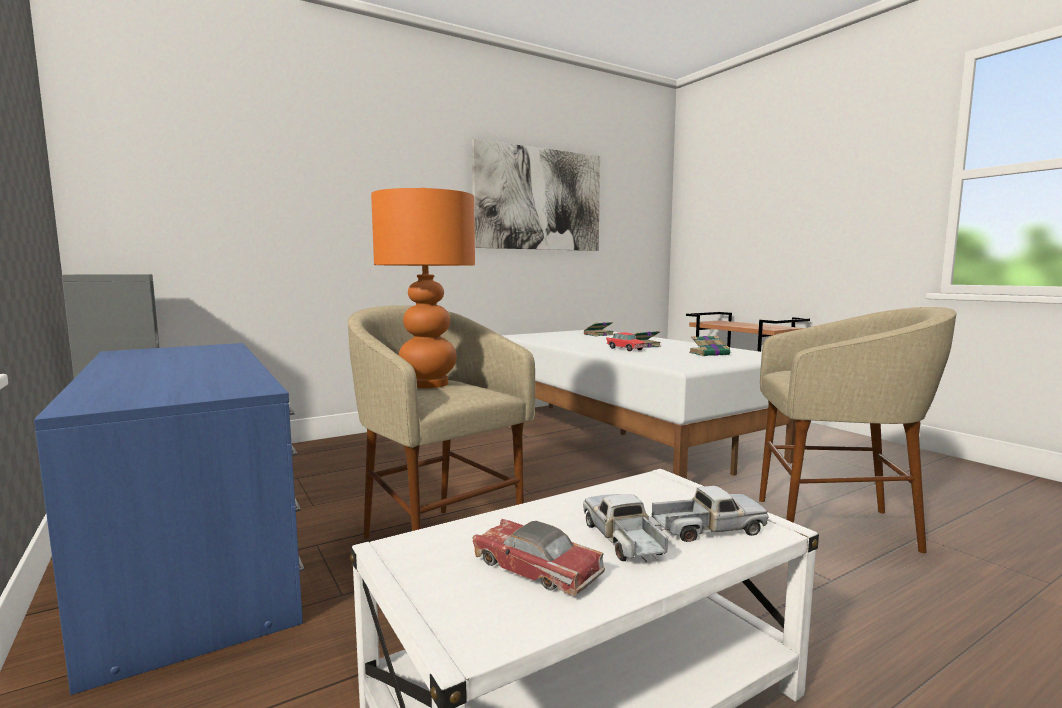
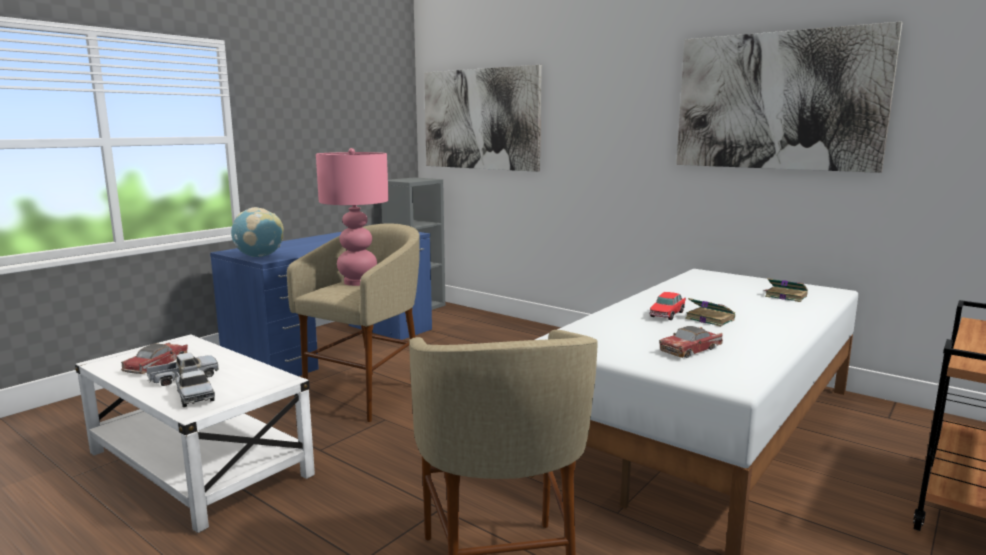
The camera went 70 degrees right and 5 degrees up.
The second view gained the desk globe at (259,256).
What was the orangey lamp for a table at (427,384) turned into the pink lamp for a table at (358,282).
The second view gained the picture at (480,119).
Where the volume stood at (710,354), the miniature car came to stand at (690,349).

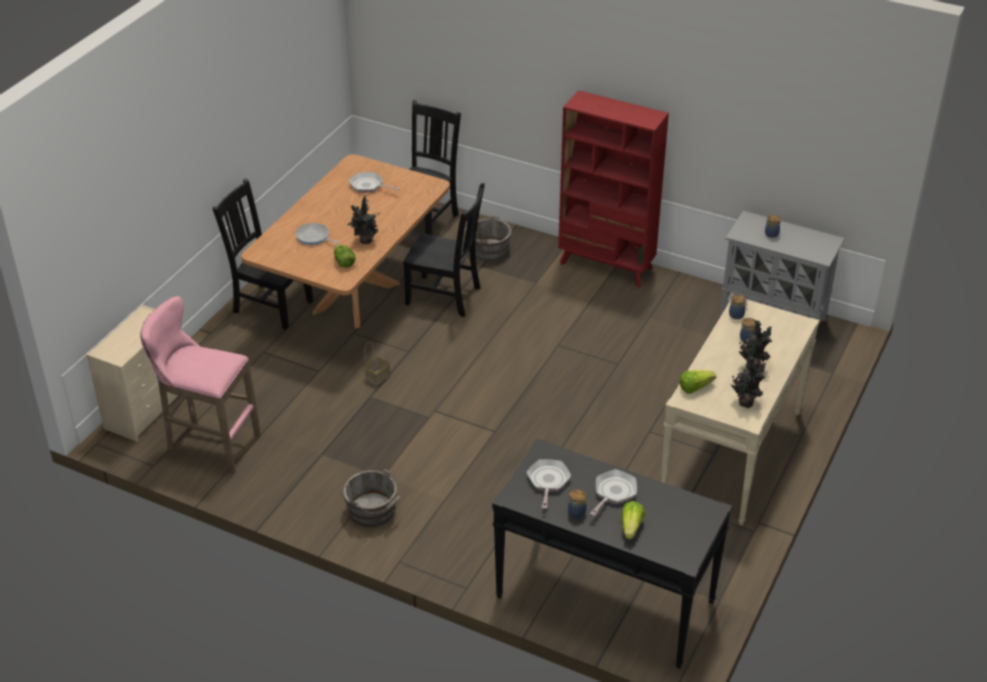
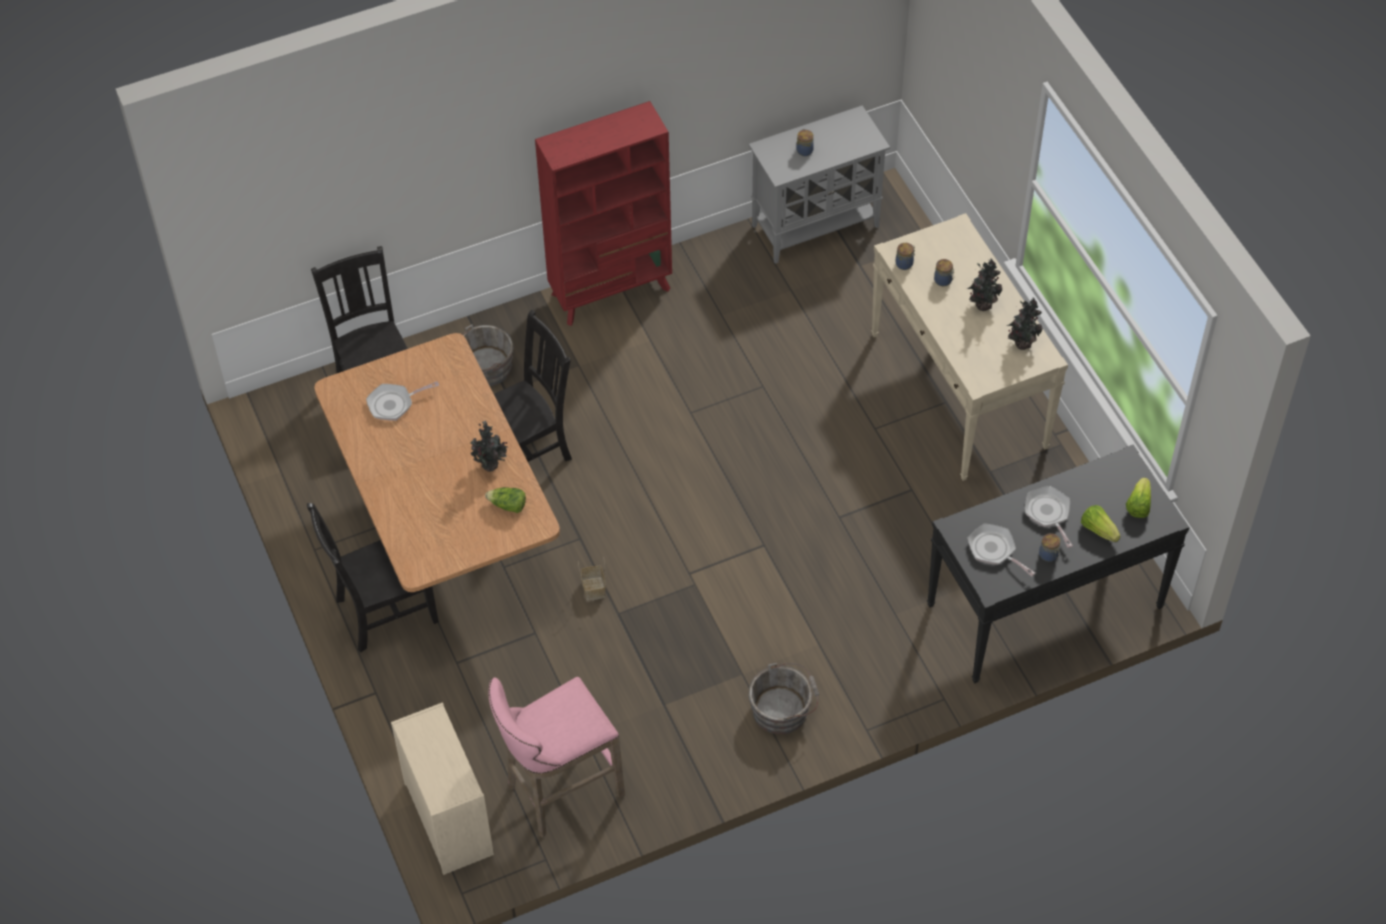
The camera went 50 degrees left and 15 degrees up.
The lettuce ended up elsewhere, having gone from (695,387) to (1138,505).
The second view lost the skillet at (314,237).

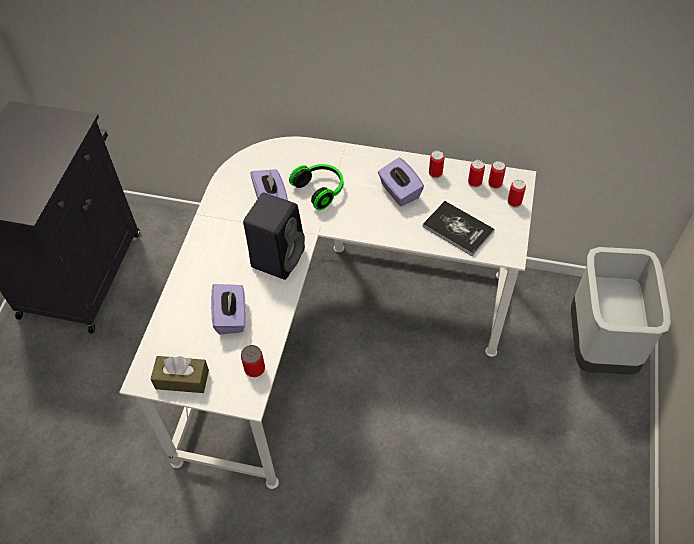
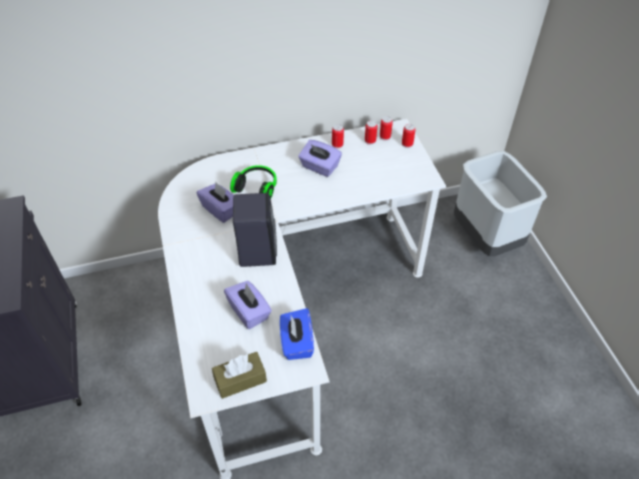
The camera went 30 degrees left and 5 degrees down.
Where the metal can stood at (254,369), the blue tissue box came to stand at (296,343).
The second view lost the volume at (458,229).

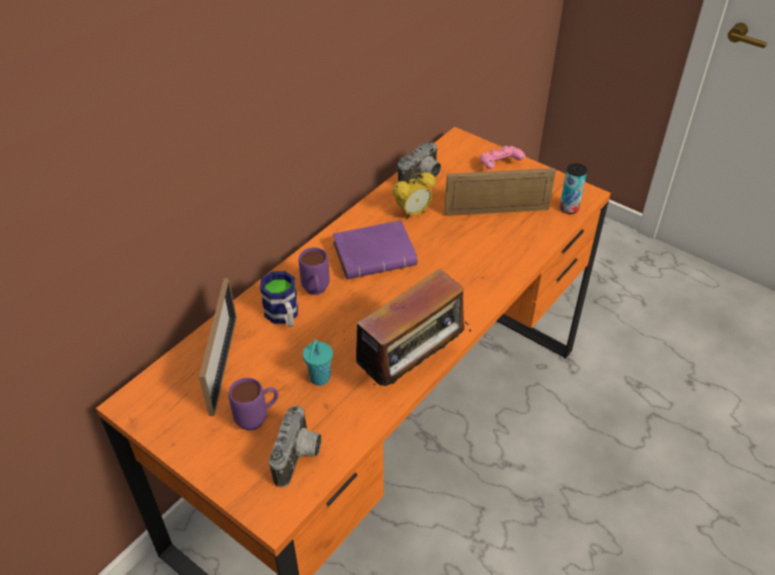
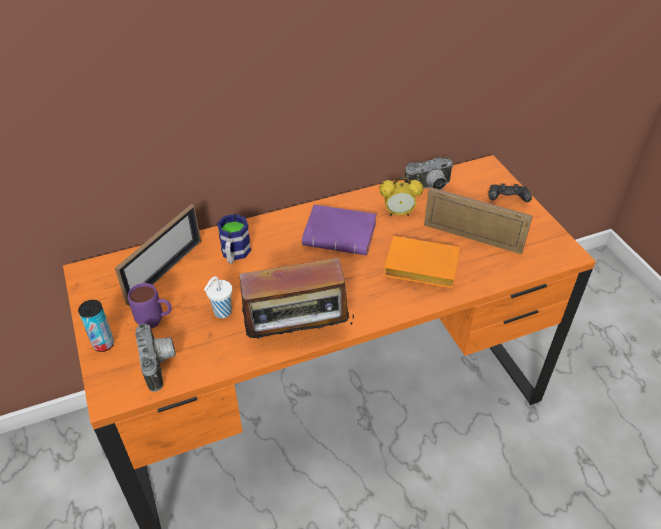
The camera went 30 degrees right and 0 degrees up.
The metal can ended up elsewhere, having gone from (569,208) to (103,344).
The still camera at (299,457) ended up facing another way, 60 degrees counterclockwise from before.
What was the turquoise drinking cup at (319,379) turned into the whitish drinking cup at (221,312).
The second view gained the orangey volume at (419,268).
What was the pink joypad at (499,165) turned into the black joypad at (506,200).
The second view lost the purplish tea mug at (316,292).

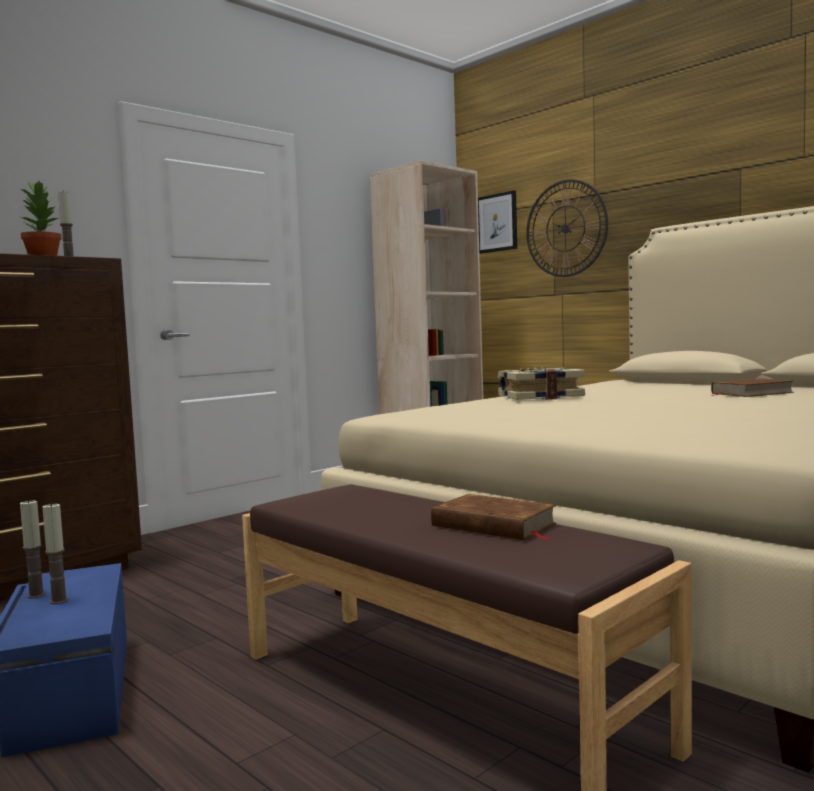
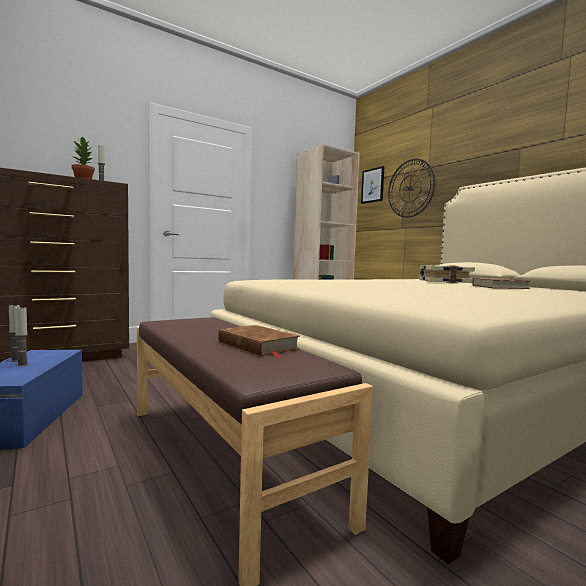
The camera went 10 degrees right and 0 degrees up.
The volume ended up elsewhere, having gone from (539,397) to (444,282).

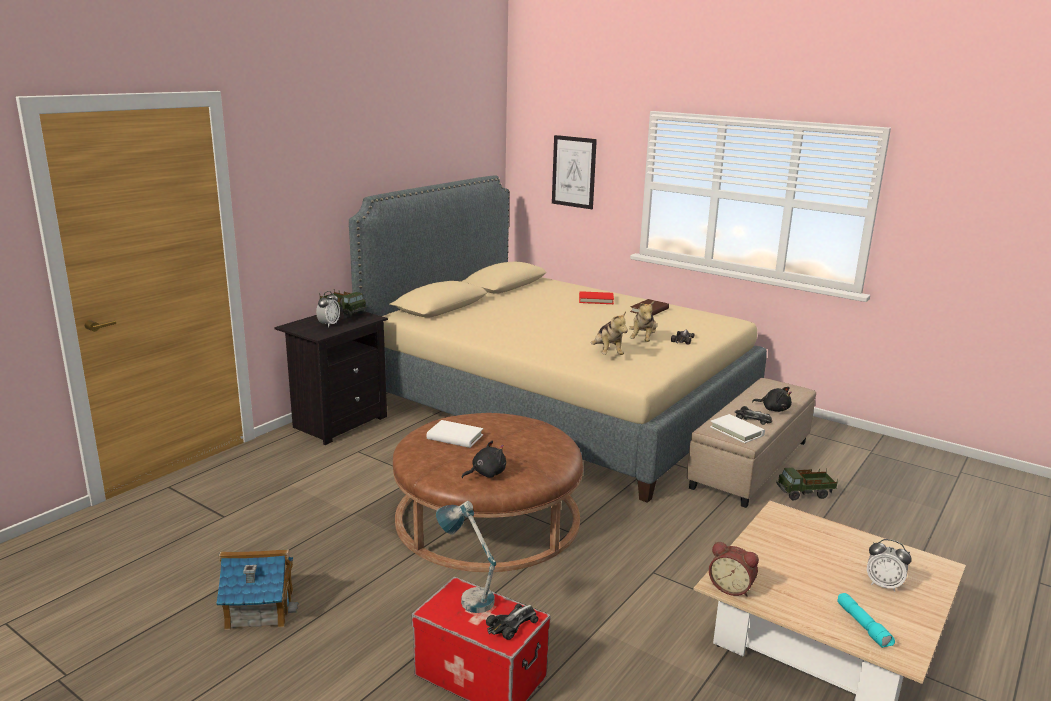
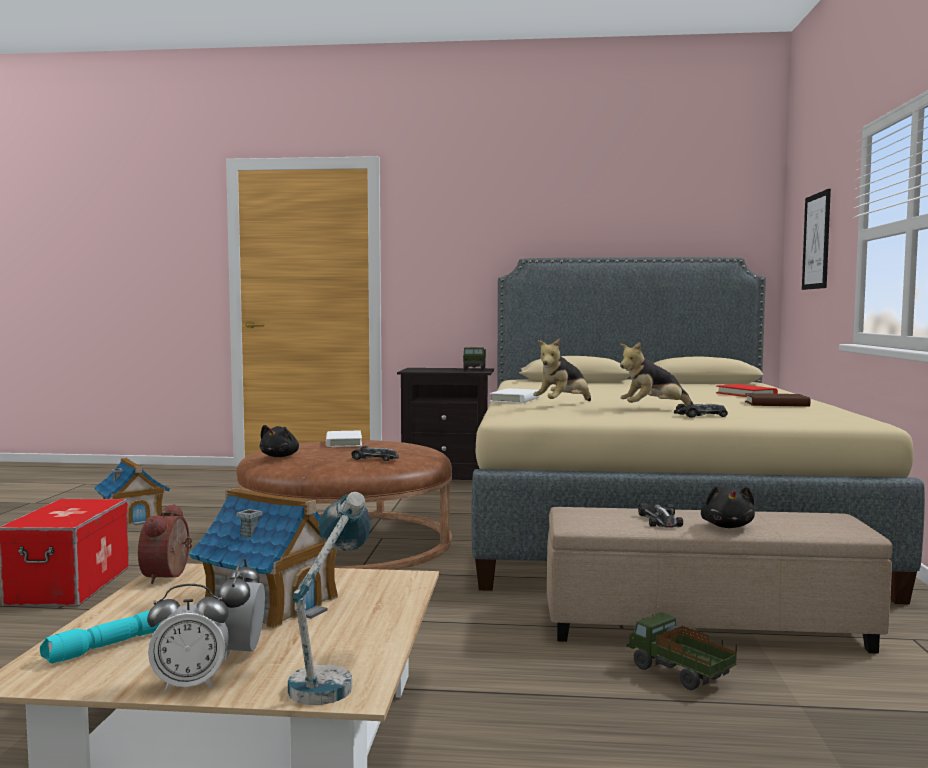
The camera went 60 degrees right and 15 degrees down.
The table clock ended up elsewhere, having gone from (329,324) to (190,684).
The second view gained the model house at (271,603).
The black soft toy at (486,474) ended up facing another way, 75 degrees clockwise from before.
The lamp for a table ended up elsewhere, having gone from (467,595) to (330,677).
The miniature car ended up elsewhere, having gone from (512,624) to (374,458).
The whitish volume ended up elsewhere, having gone from (736,431) to (515,399).

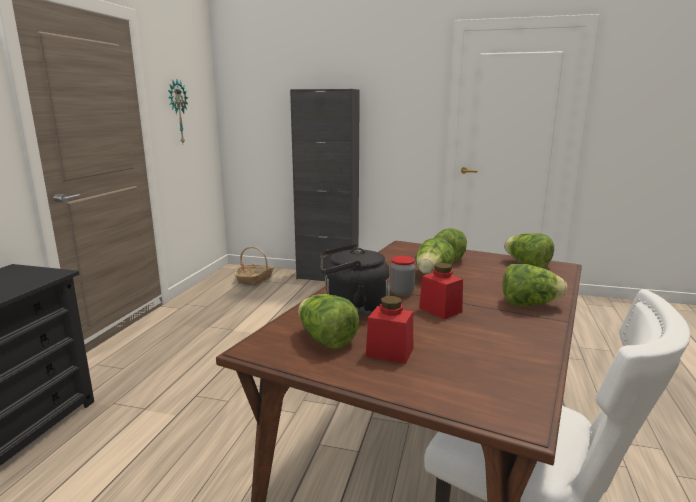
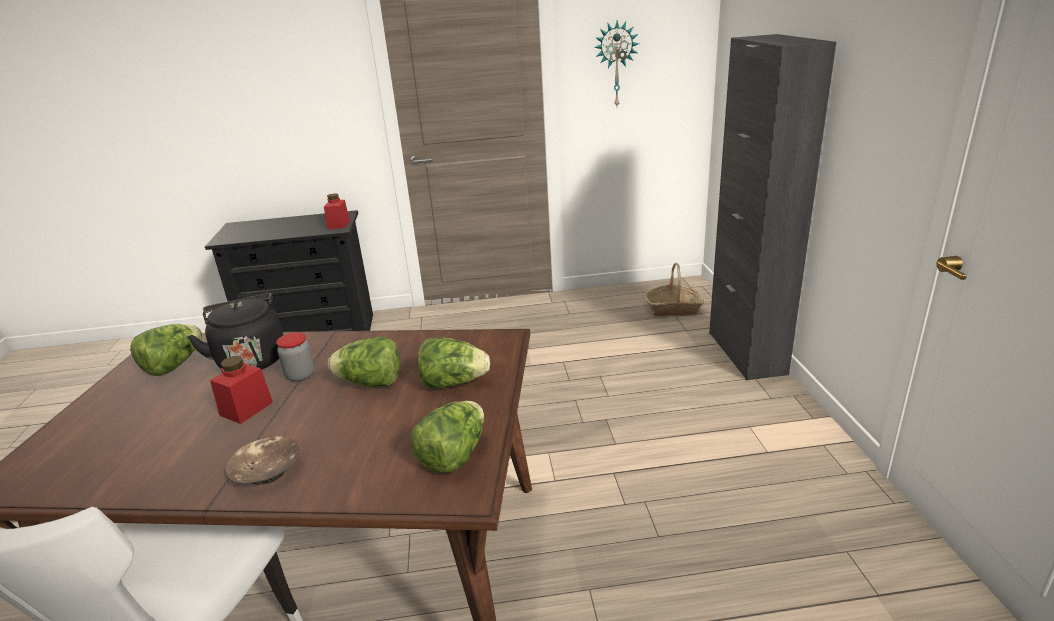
The camera went 70 degrees right and 10 degrees up.
Where the lettuce stood at (529,304), the brown-coloured serving bowl came to stand at (268,471).
The red-coloured preserve jar ended up elsewhere, having gone from (389,352) to (338,224).

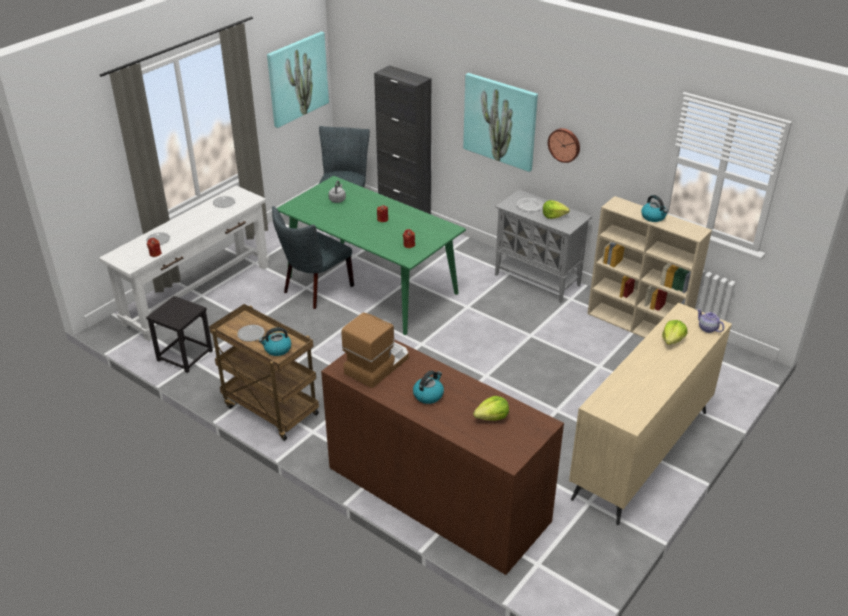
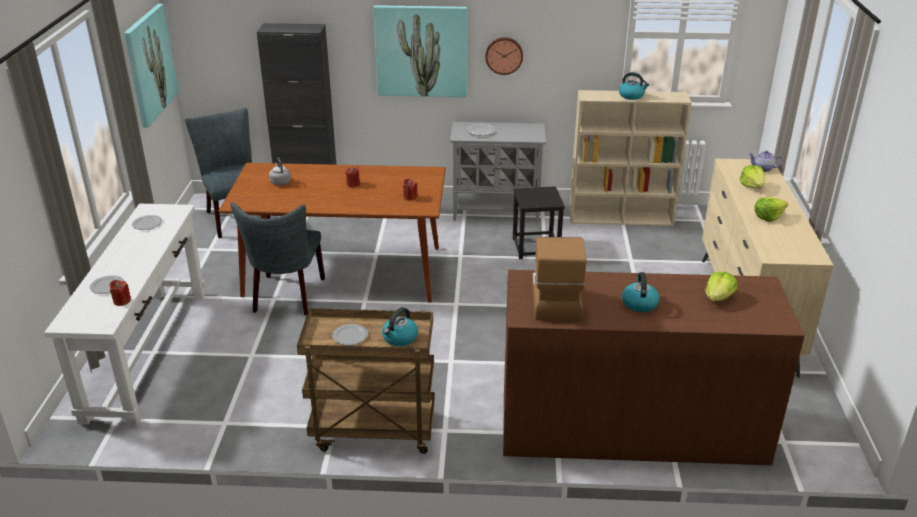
The camera went 35 degrees left and 5 degrees down.
What was the greenish kitchen table at (372,285) turned into the brown-coloured kitchen table at (344,271).
The black stool ended up elsewhere, having gone from (184,356) to (535,247).
The lettuce ended up elsewhere, having gone from (553,215) to (768,216).

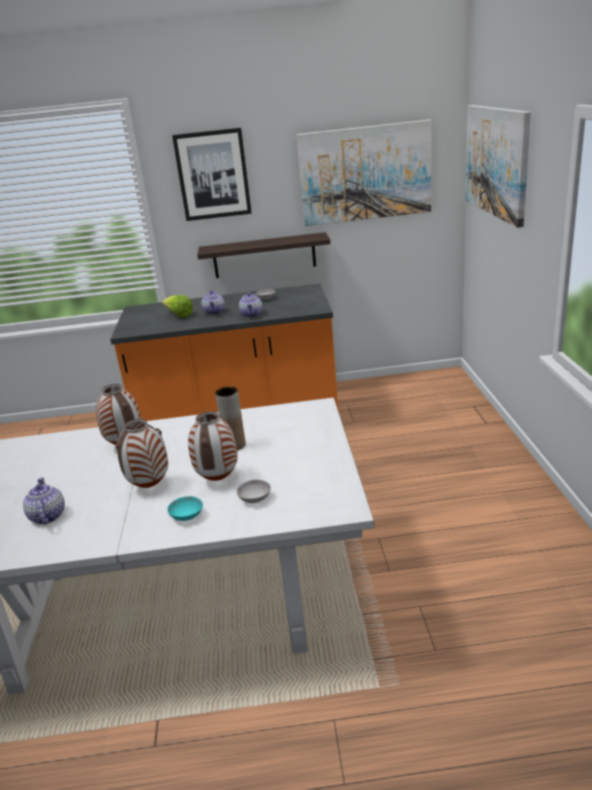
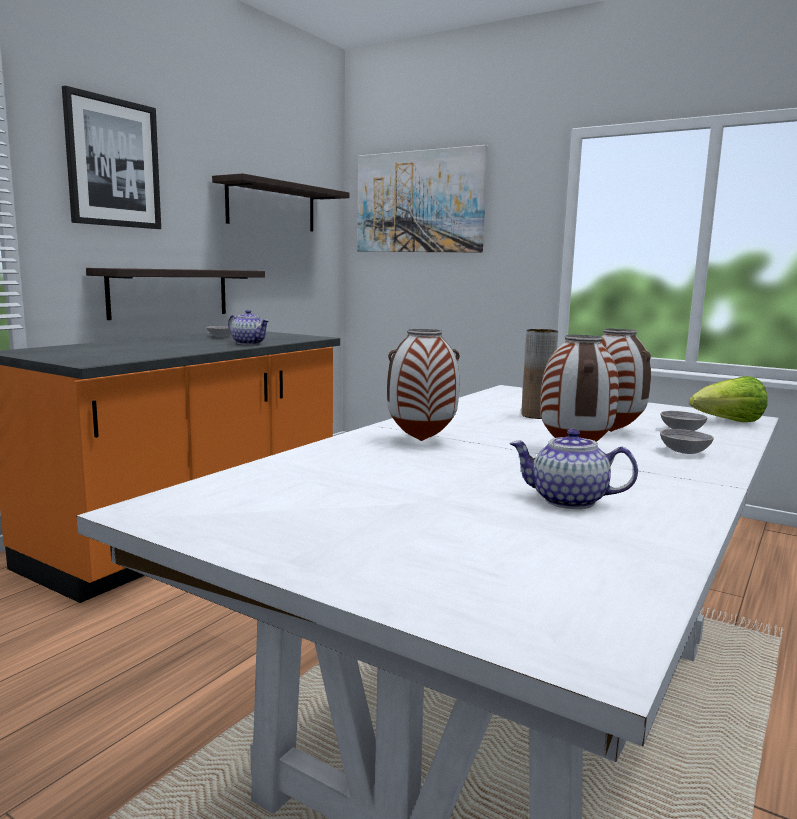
The camera went 55 degrees left and 15 degrees down.
Where the picture hung at (365,173), the bracket shelf came to hang at (272,206).
What was the turquoise serving bowl at (187,516) turned into the greyish serving bowl at (684,452).
The lettuce ended up elsewhere, having gone from (179,315) to (727,422).
The second view lost the teapot at (214,312).

